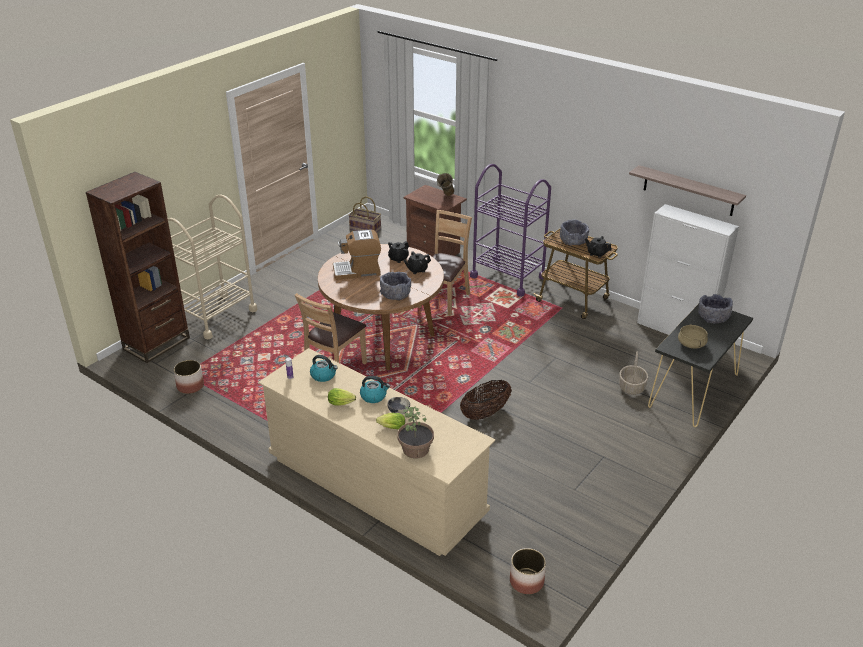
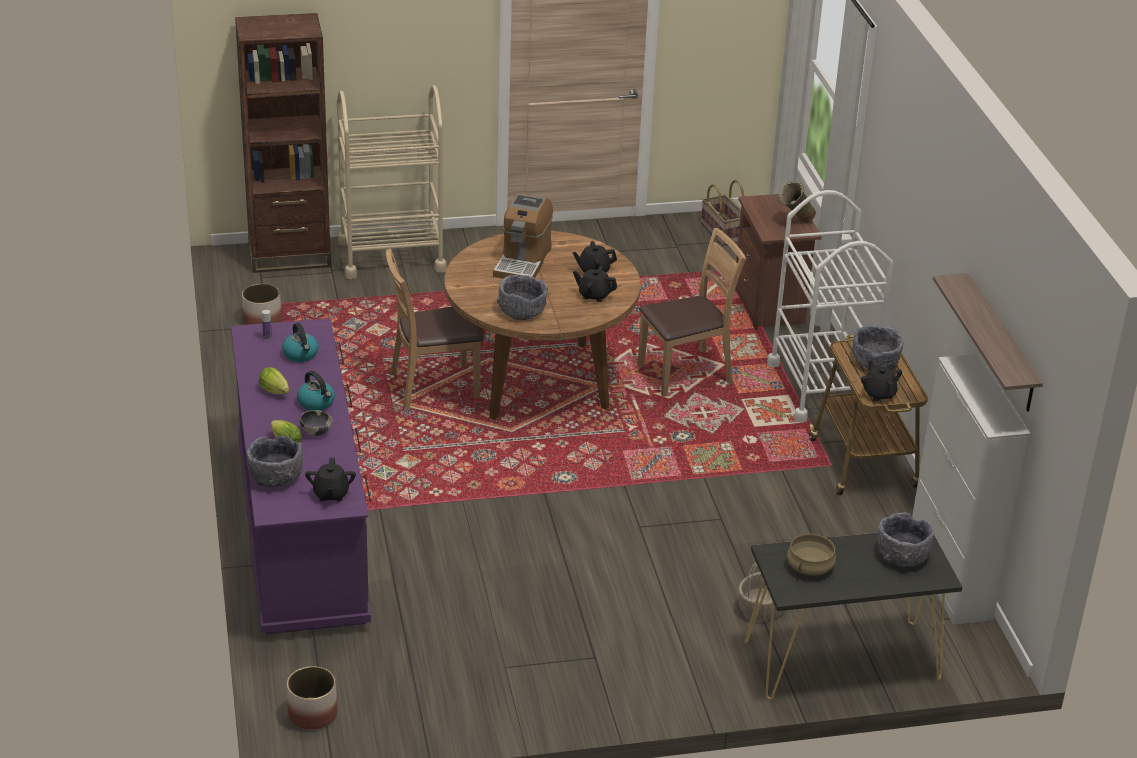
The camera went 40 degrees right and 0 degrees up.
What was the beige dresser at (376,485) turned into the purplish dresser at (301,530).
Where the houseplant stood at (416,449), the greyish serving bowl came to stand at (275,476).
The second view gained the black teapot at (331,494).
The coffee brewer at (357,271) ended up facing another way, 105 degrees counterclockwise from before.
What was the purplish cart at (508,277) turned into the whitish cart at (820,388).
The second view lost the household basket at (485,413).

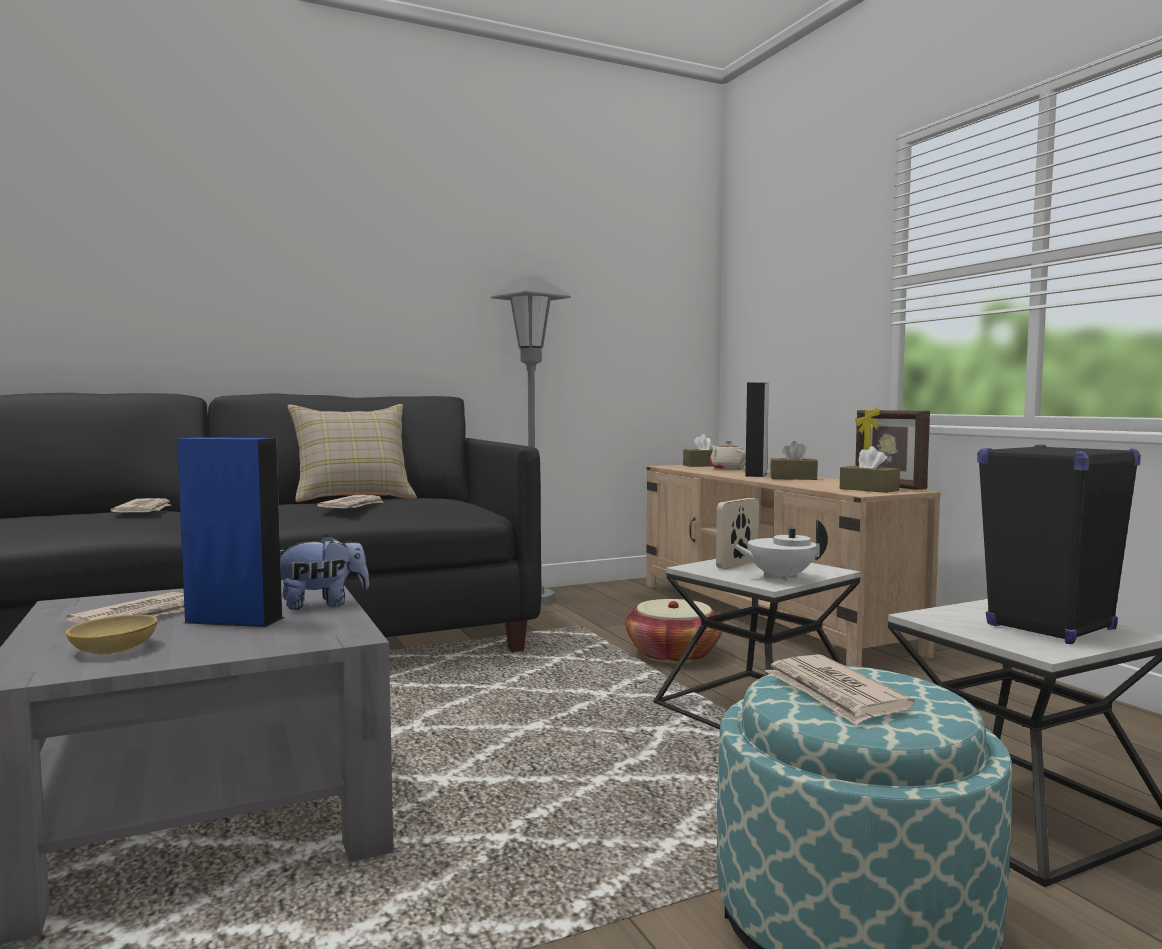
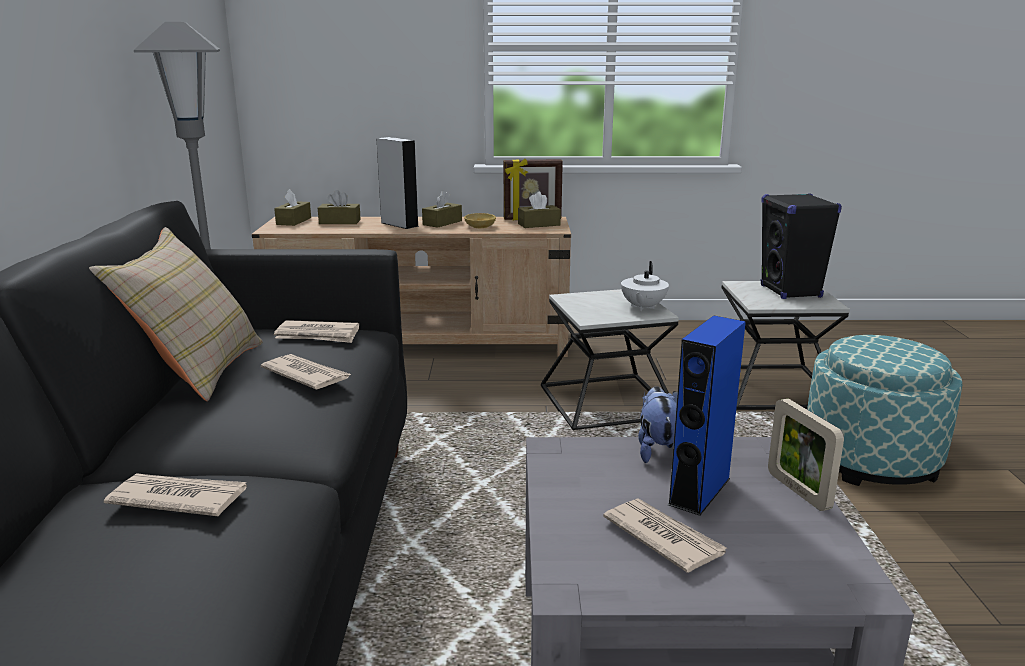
The camera went 65 degrees left and 15 degrees up.
The printed paper ended up elsewhere, having gone from (834,694) to (318,335).
Where the beige teapot stood at (727,469), the brown-coloured tissue box came to stand at (340,222).
The beige serving bowl ended up elsewhere, having gone from (114,648) to (480,226).
The picture frame ended up elsewhere, having gone from (737,564) to (798,491).
The second view lost the household basket at (673,654).

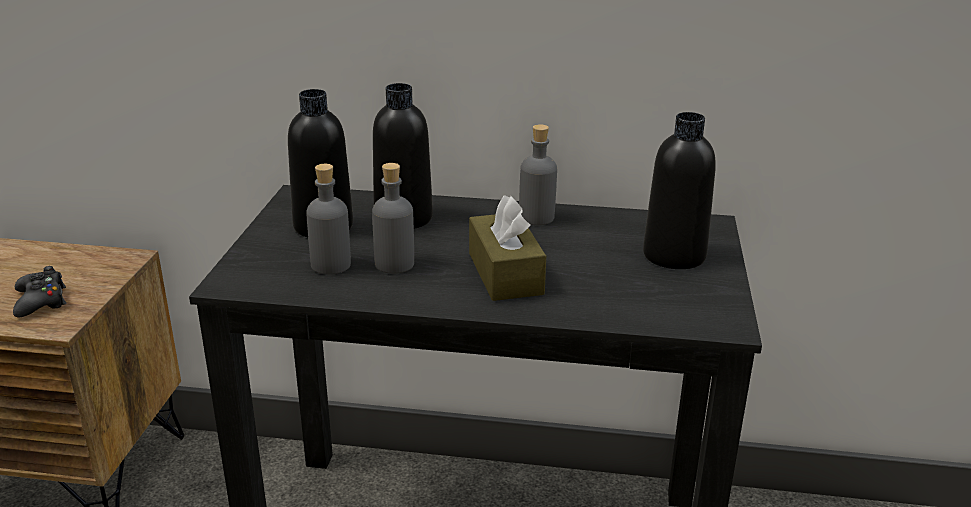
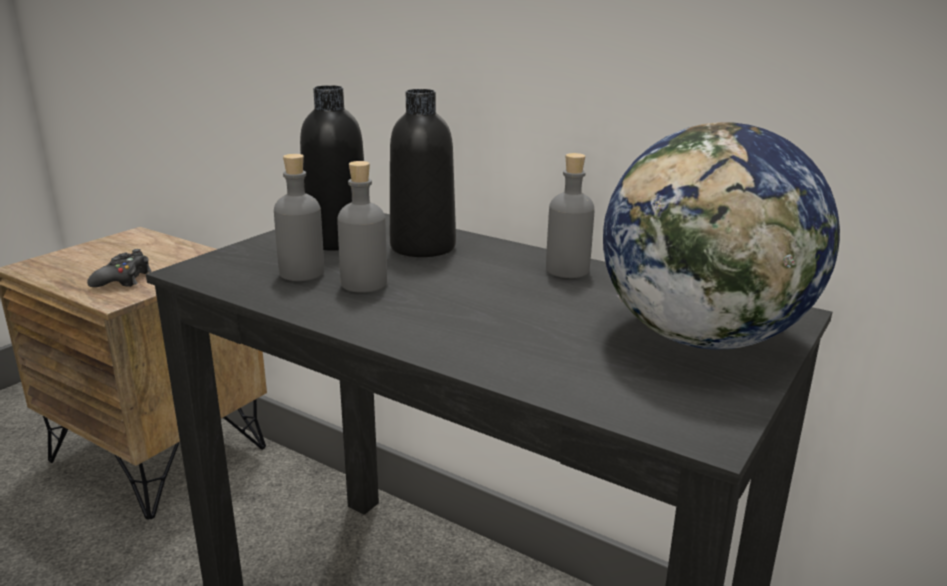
The camera went 25 degrees right and 5 degrees down.
Where the black drink bottle stood at (674,255), the desk globe came to stand at (704,338).
The second view lost the brown-coloured tissue box at (505,274).

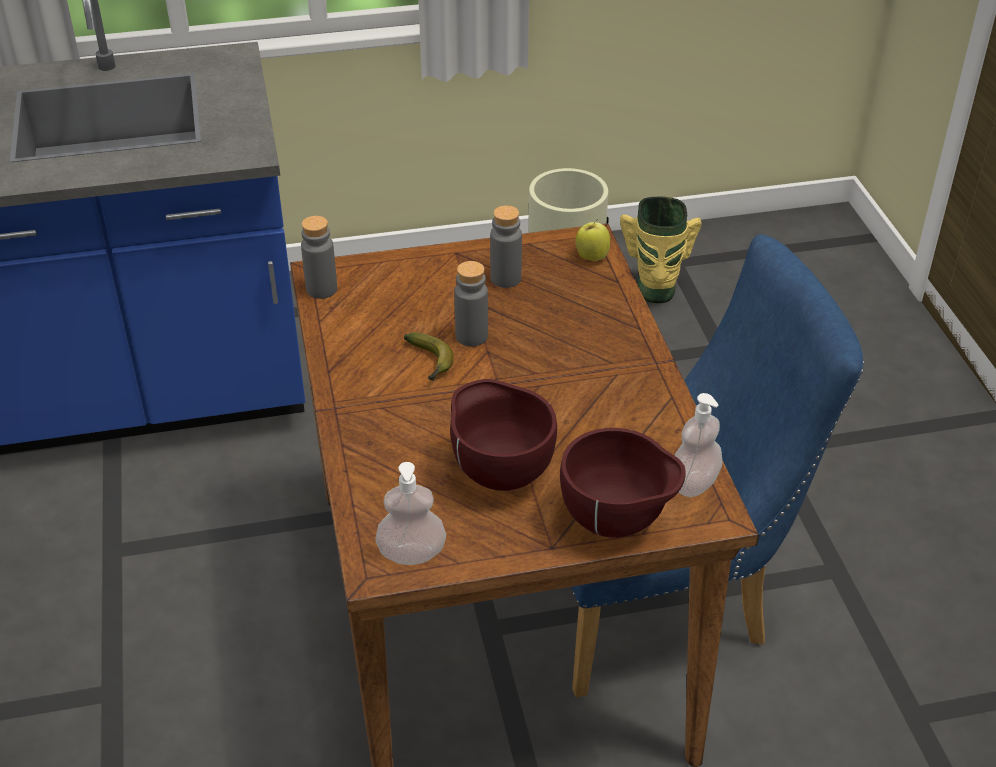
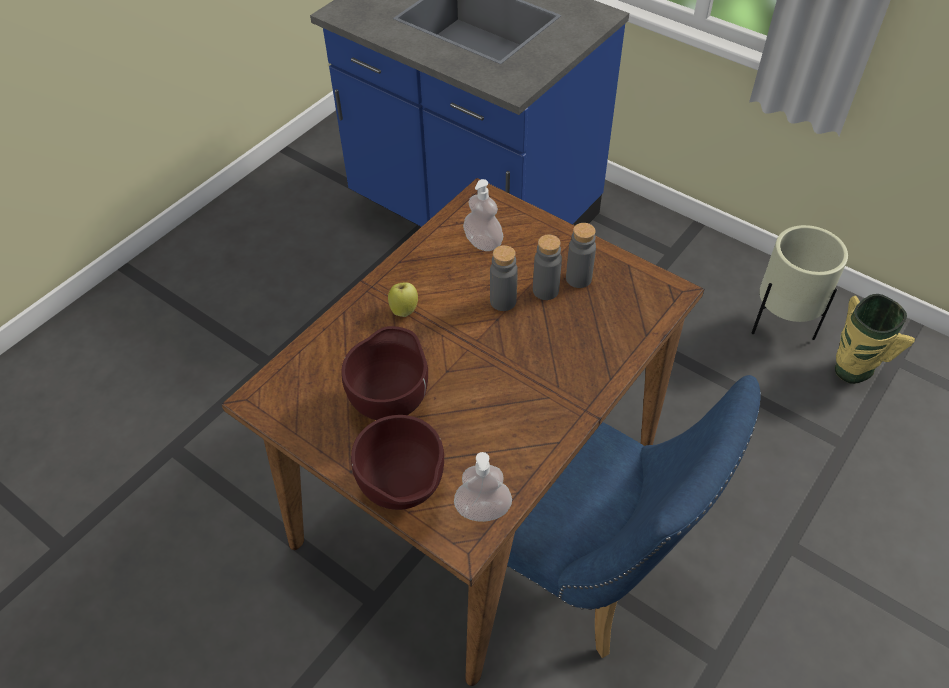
The camera went 50 degrees right and 10 degrees up.
The whole apple ended up elsewhere, having gone from (591,257) to (404,310).
The soap dispenser ended up elsewhere, having gone from (411,554) to (483,243).
The greyish drink bottle ended up elsewhere, having gone from (321,289) to (545,290).
The second view lost the banana at (430,363).

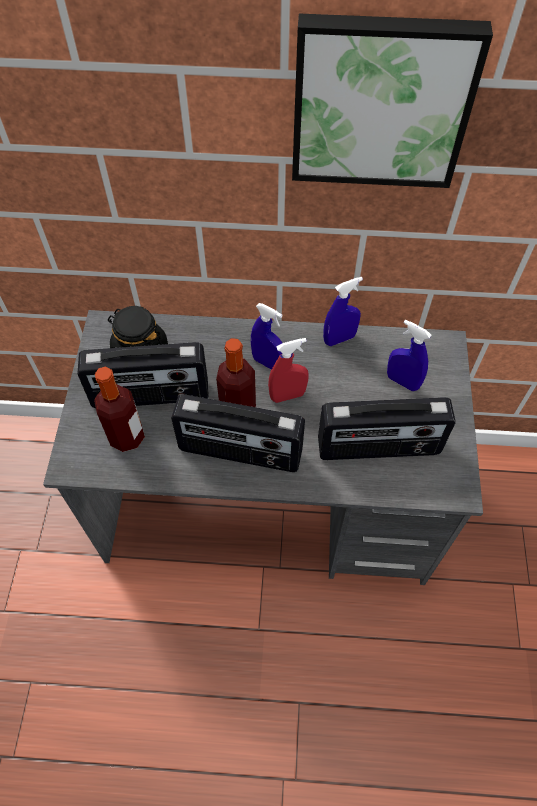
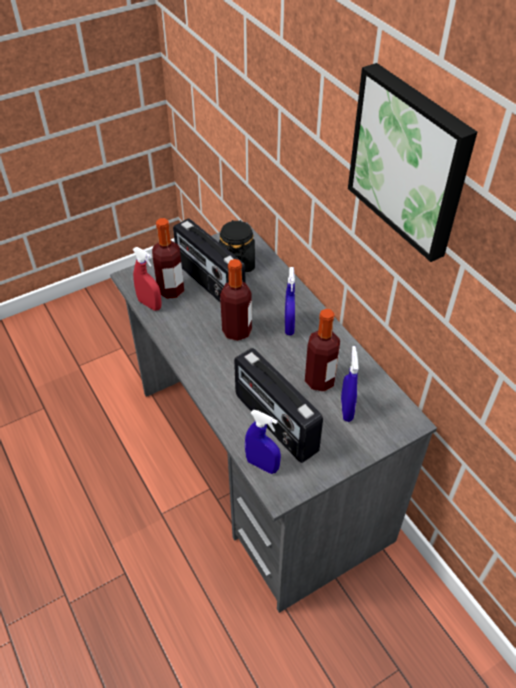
The camera went 55 degrees right and 10 degrees down.
The red-coloured sprayer ended up elsewhere, having gone from (287,395) to (150,304).
The blue sprayer ended up elsewhere, having gone from (339,339) to (262,465).
The second view gained the drink bottle at (319,380).
The second view lost the radio set at (240,452).

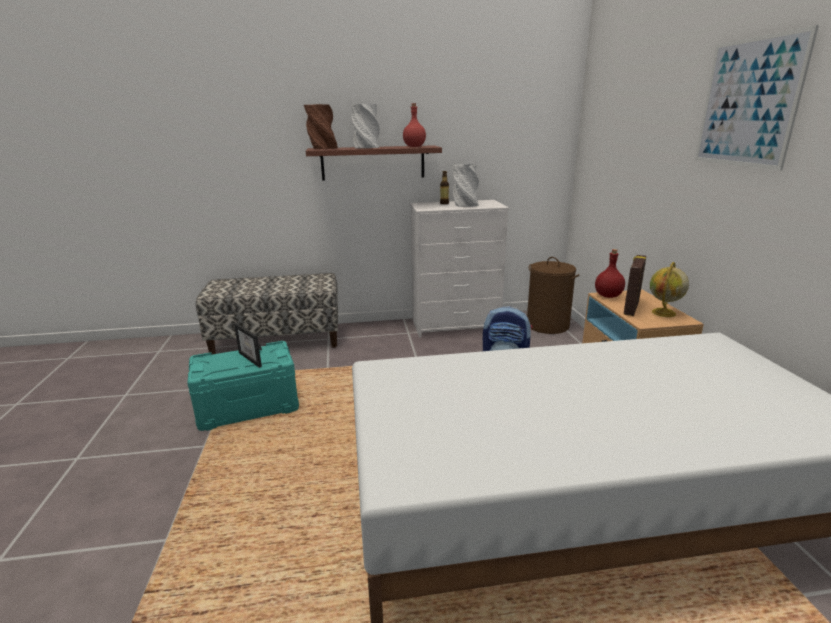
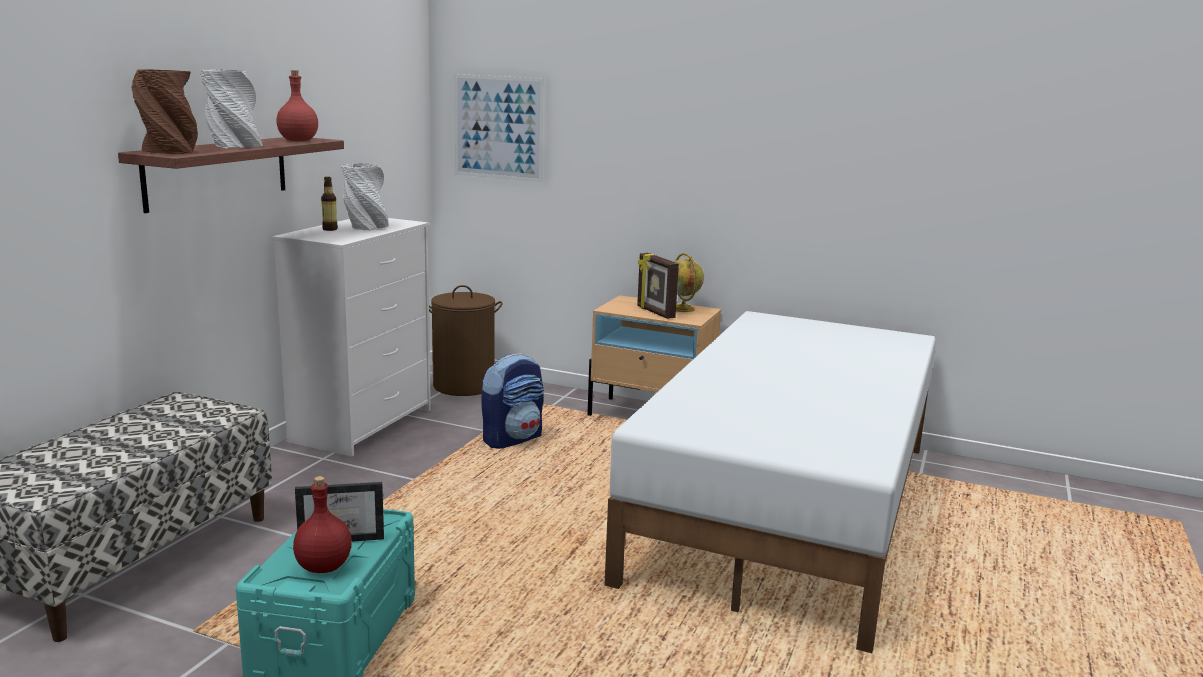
The camera went 60 degrees left and 5 degrees down.
The red-coloured drink bottle ended up elsewhere, having gone from (608,296) to (324,566).
The picture ended up elsewhere, having gone from (748,103) to (498,127).

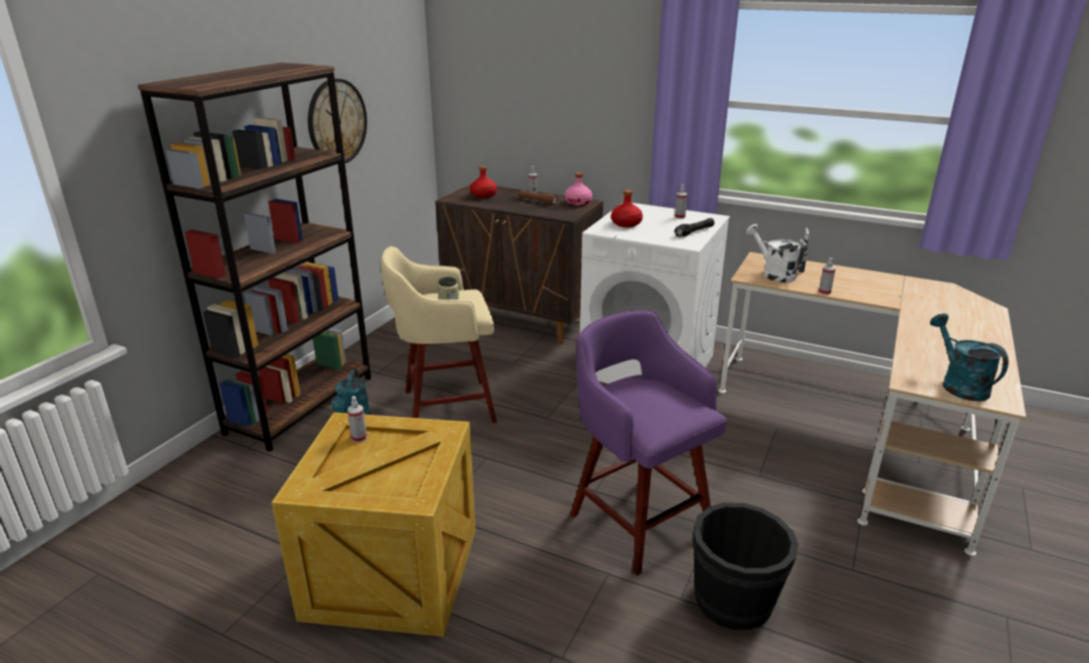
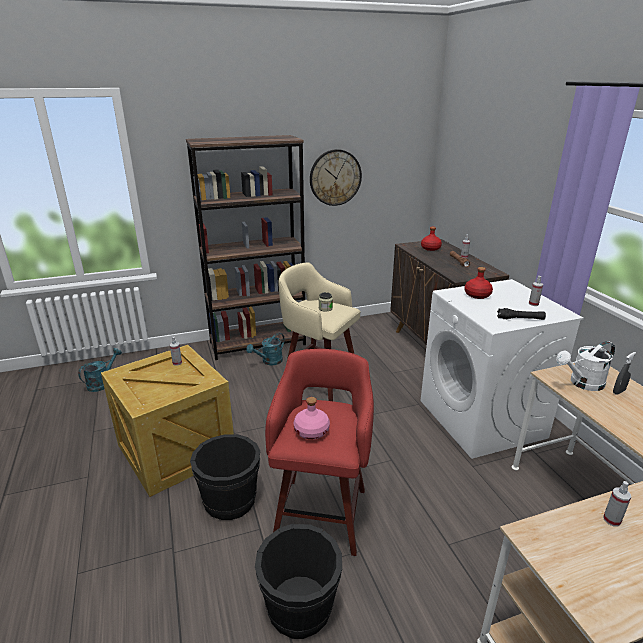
The camera went 45 degrees right and 0 degrees up.
The turquoise watering can ended up elsewhere, having gone from (958,384) to (102,383).
The second view gained the black water bucket at (230,500).
What was the purplish stool at (638,520) turned into the red-coloured stool at (321,512).
The pink drink bottle ended up elsewhere, having gone from (578,202) to (312,431).
The whitish watering can at (773,274) ended up facing another way, 120 degrees counterclockwise from before.
The sprayer ended up elsewhere, having gone from (824,292) to (611,520).

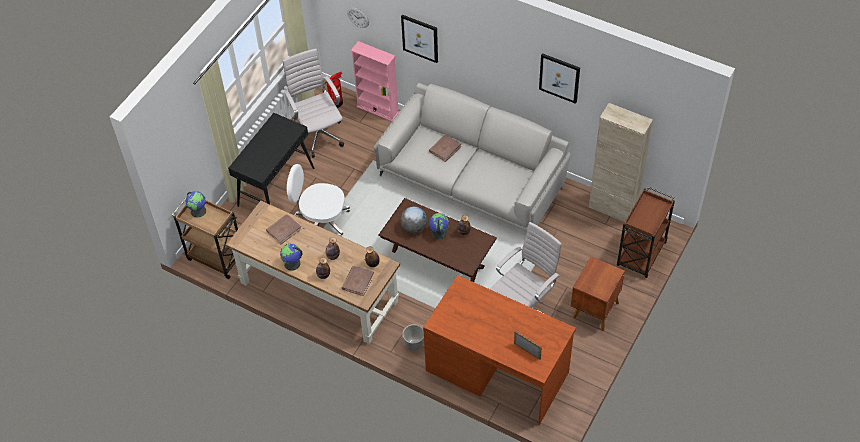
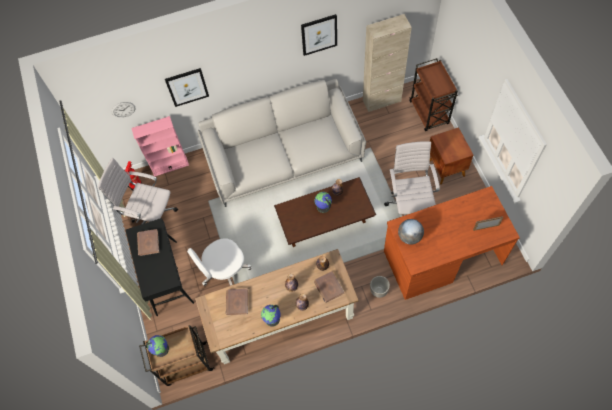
The camera went 45 degrees left and 10 degrees up.
The brown-coloured volume ended up elsewhere, having gone from (445,149) to (148,243).
The desk globe ended up elsewhere, having gone from (414,227) to (409,236).

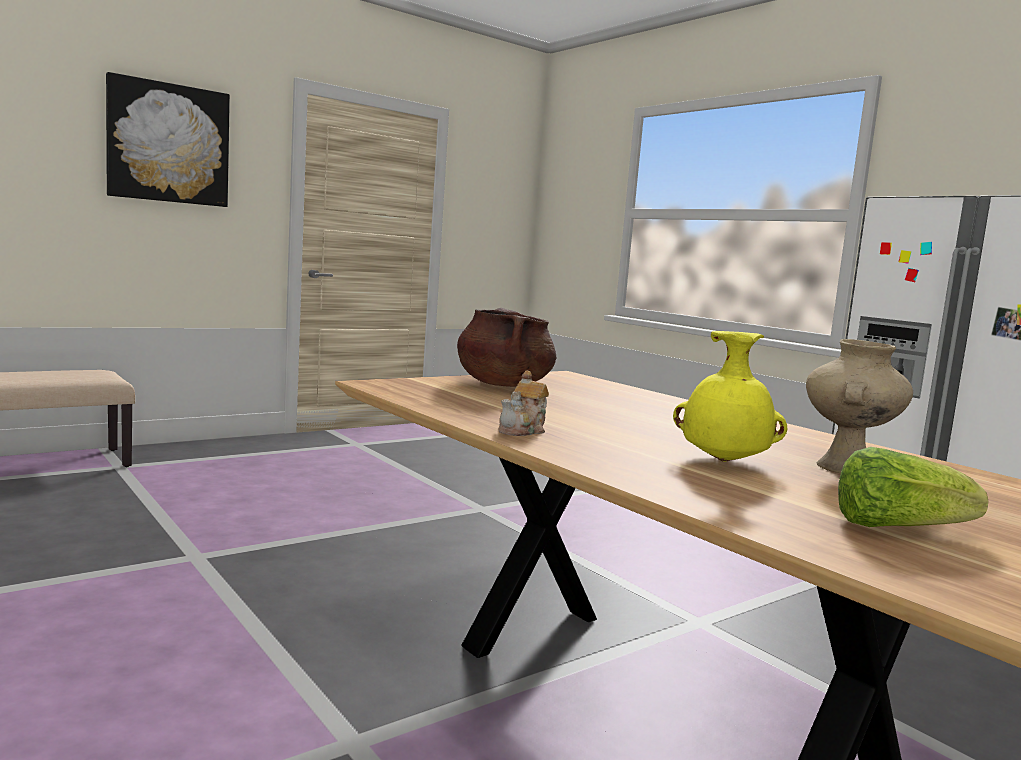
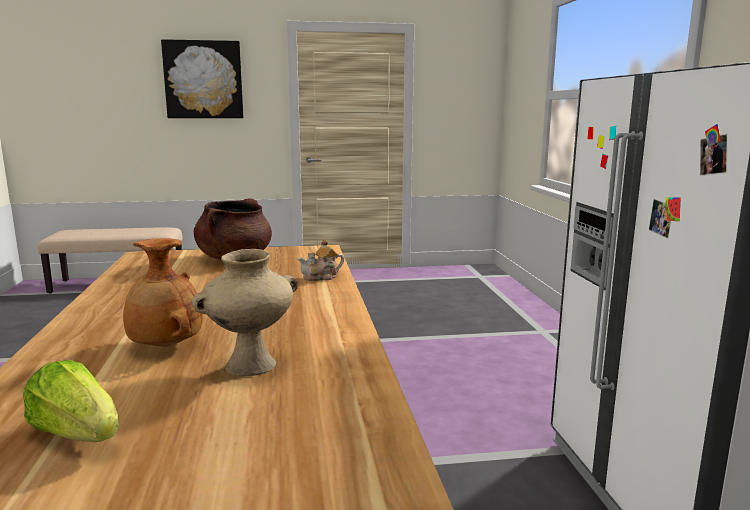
The camera went 30 degrees right and 5 degrees up.
What was the yellow vase at (724,461) turned into the brown-coloured vase at (165,346).
The teapot ended up elsewhere, having gone from (523,431) to (321,277).

